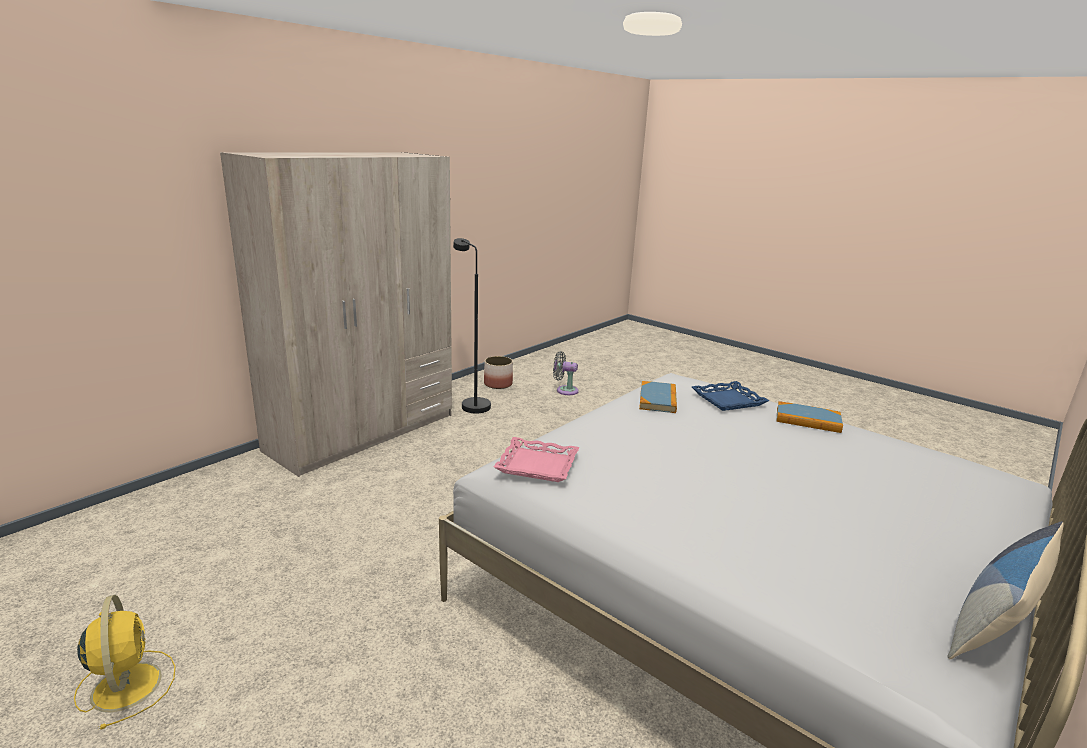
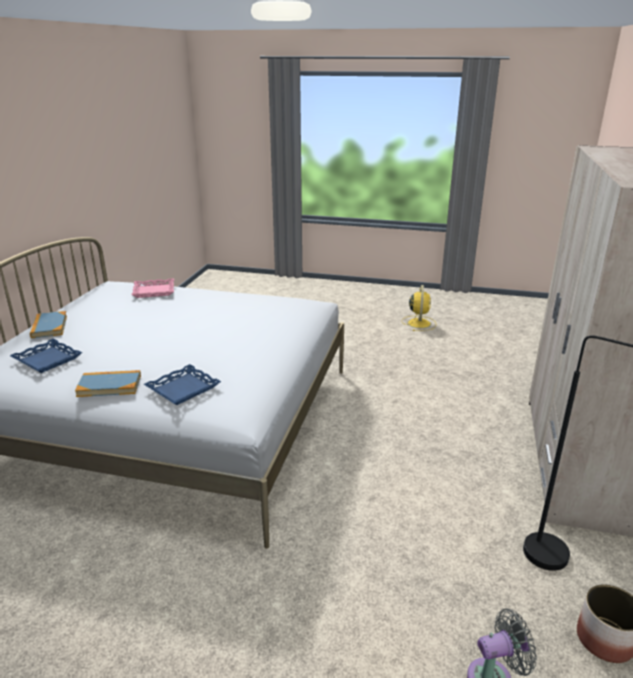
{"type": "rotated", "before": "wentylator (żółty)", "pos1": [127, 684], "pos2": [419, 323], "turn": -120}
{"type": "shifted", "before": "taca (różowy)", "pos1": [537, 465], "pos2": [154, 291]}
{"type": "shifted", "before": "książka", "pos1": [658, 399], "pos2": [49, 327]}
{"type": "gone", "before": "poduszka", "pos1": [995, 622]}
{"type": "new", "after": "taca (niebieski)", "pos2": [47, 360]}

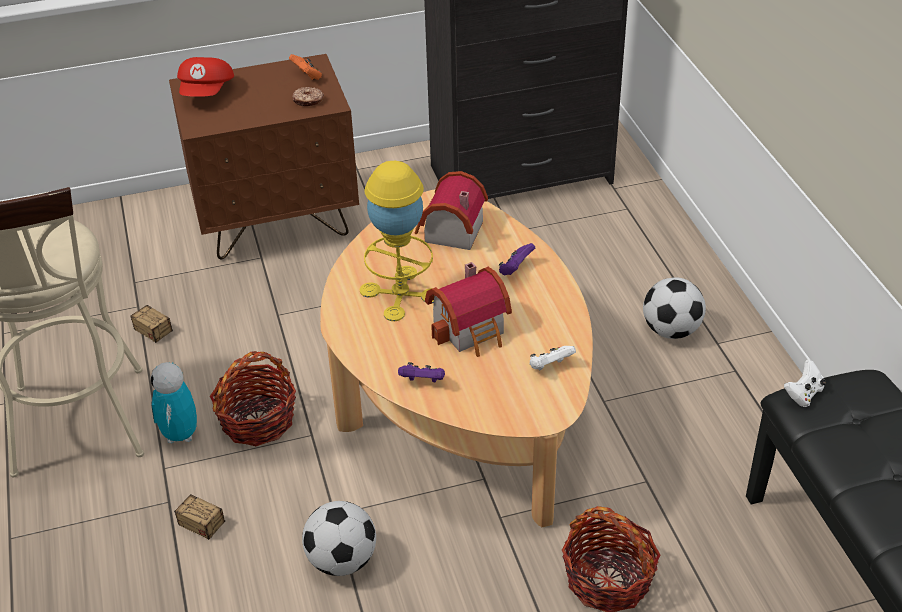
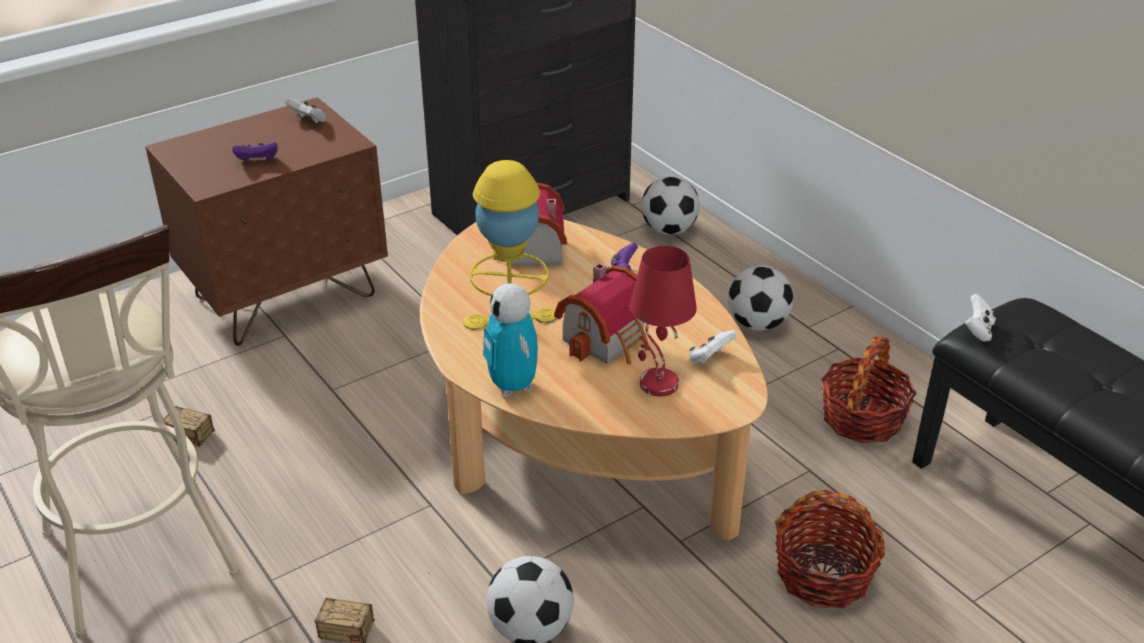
{"type": "shifted", "before": "robot zabawkowy", "pos1": [180, 435], "pos2": [513, 386]}
{"type": "gone", "before": "czapka z daszkiem (czerwony)", "pos1": [207, 92]}
{"type": "shifted", "before": "koszyk", "pos1": [257, 420], "pos2": [862, 418]}
{"type": "repainted", "before": "pad do gier (pomarańczowy)", "after": "pad do gier (biały)", "pos1": [307, 76], "pos2": [308, 121]}
{"type": "gone", "before": "donut", "pos1": [308, 101]}
{"type": "shifted", "before": "pad do gier (fioletowy)", "pos1": [423, 382], "pos2": [257, 161]}
{"type": "new", "after": "lampa stołowa (czerwony)", "pos2": [657, 384]}
{"type": "new", "after": "piłka futbolowa", "pos2": [669, 230]}

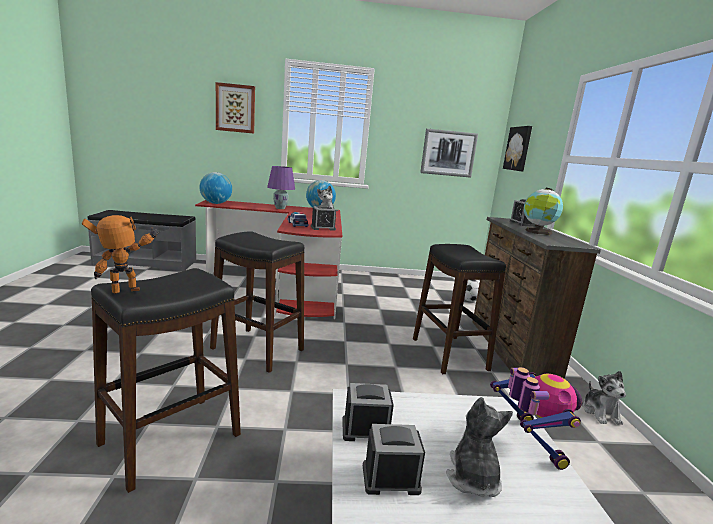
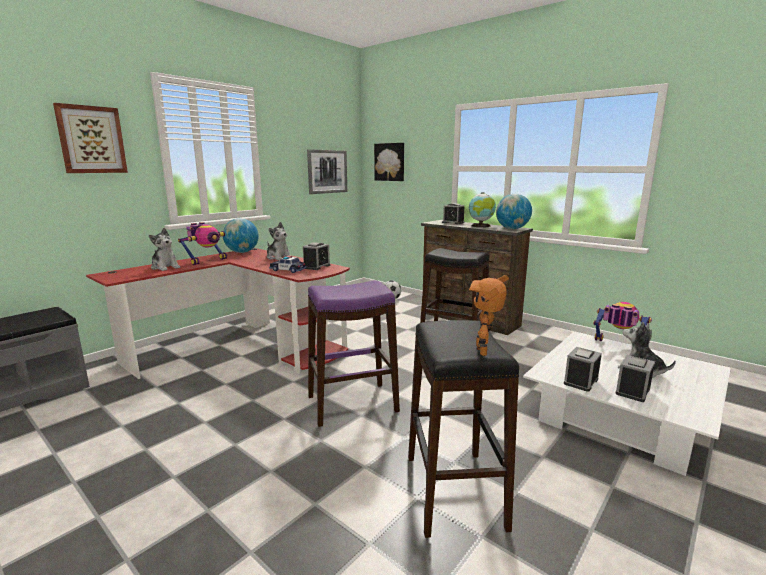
{"type": "shifted", "before": "globus", "pos1": [216, 203], "pos2": [512, 229]}
{"type": "repainted", "before": "stołek (czarny)", "after": "stołek (fioletowy)", "pos1": [257, 349], "pos2": [352, 404]}
{"type": "swapped", "before": "lampa stołowa (fioletowy)", "after": "robot zabawkowy", "pos1": [280, 208], "pos2": [207, 261]}
{"type": "shifted", "before": "pluszak", "pos1": [600, 413], "pos2": [165, 267]}

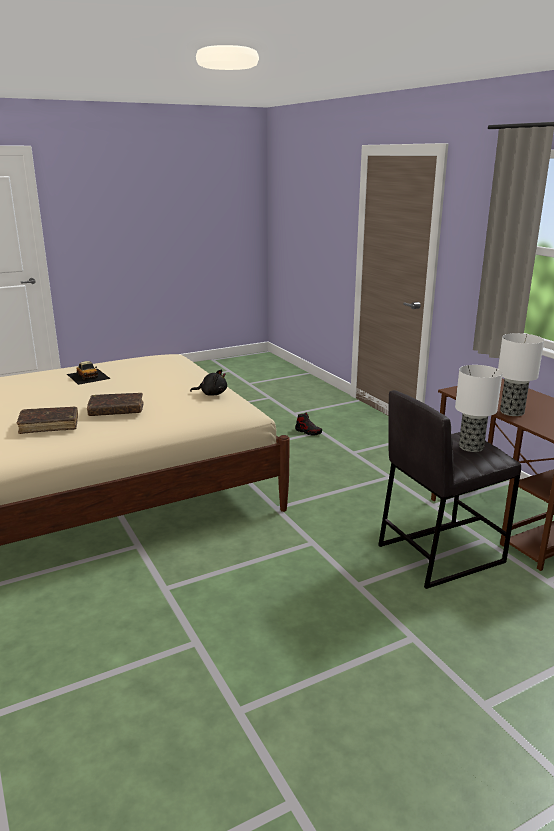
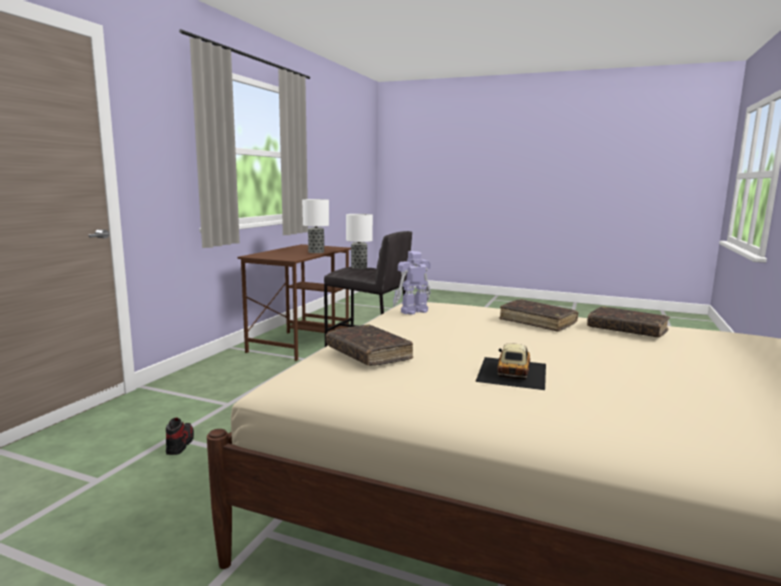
{"type": "swapped", "before": "pluszak (czarny)", "after": "robot zabawkowy", "pos1": [212, 394], "pos2": [413, 311]}
{"type": "new", "after": "książka (brązowy)", "pos2": [368, 354]}

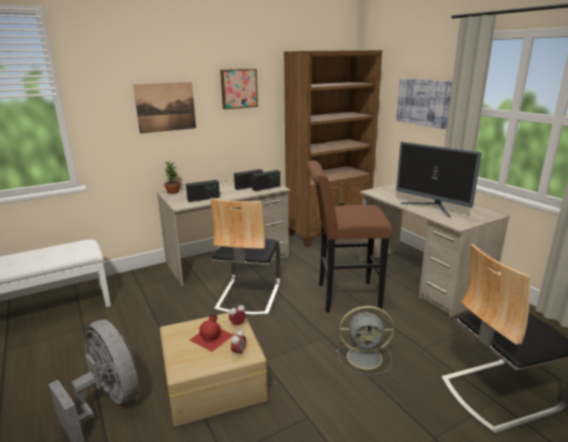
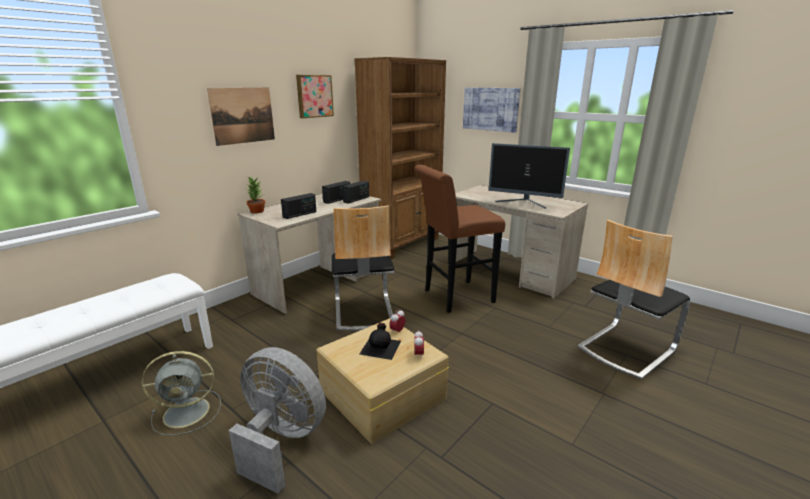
{"type": "repainted", "before": "butelka (czerwony)", "after": "butelka (czarny)", "pos1": [212, 337], "pos2": [381, 347]}
{"type": "shifted", "before": "wentylator (szary)", "pos1": [366, 357], "pos2": [189, 412]}

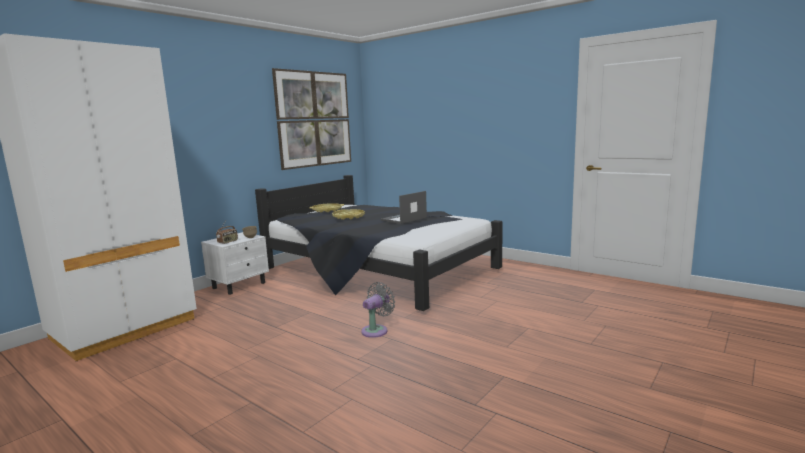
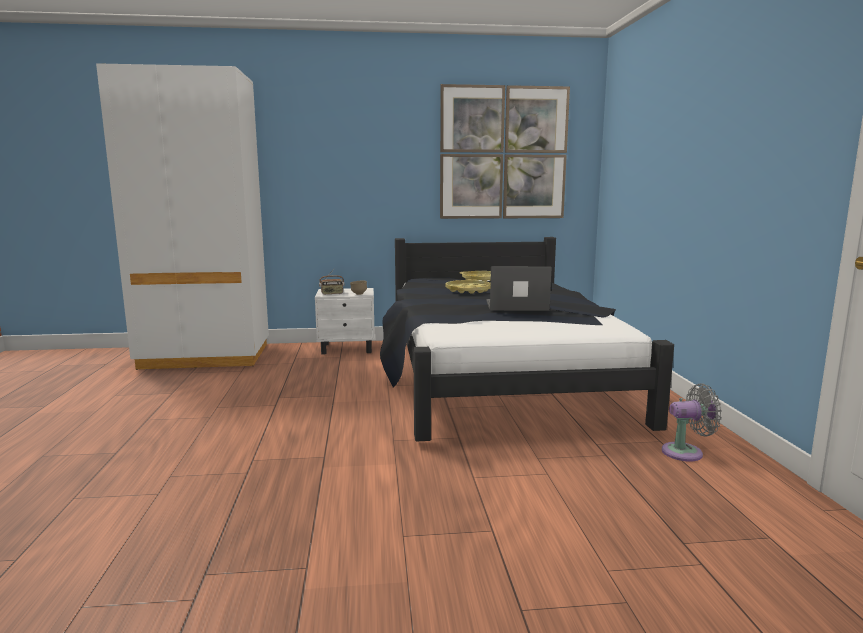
{"type": "shifted", "before": "wentylator (szary)", "pos1": [376, 330], "pos2": [686, 452]}

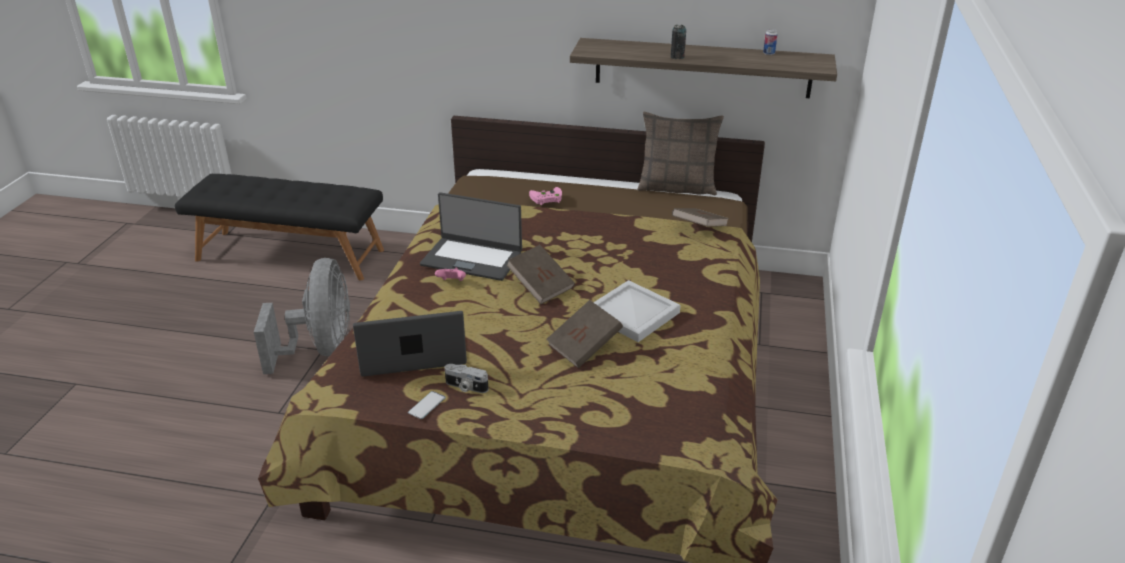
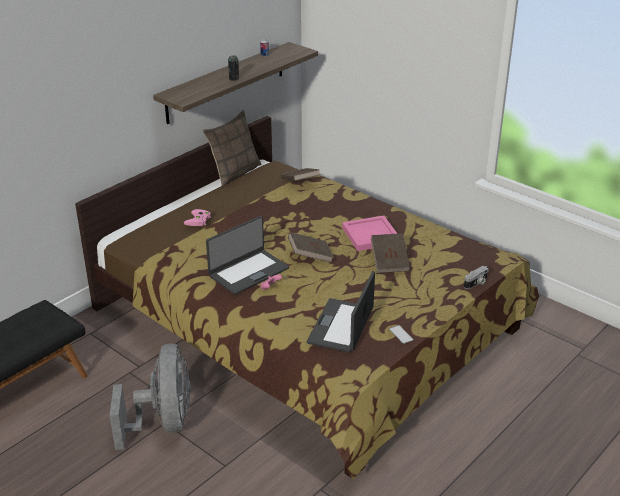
{"type": "rotated", "before": "wentylator (szary)", "pos1": [321, 349], "pos2": [163, 423], "turn": 60}
{"type": "shifted", "before": "aparat fotograficzny", "pos1": [465, 387], "pos2": [476, 283]}
{"type": "repainted", "before": "taca (biały)", "after": "taca (różowy)", "pos1": [632, 313], "pos2": [370, 235]}

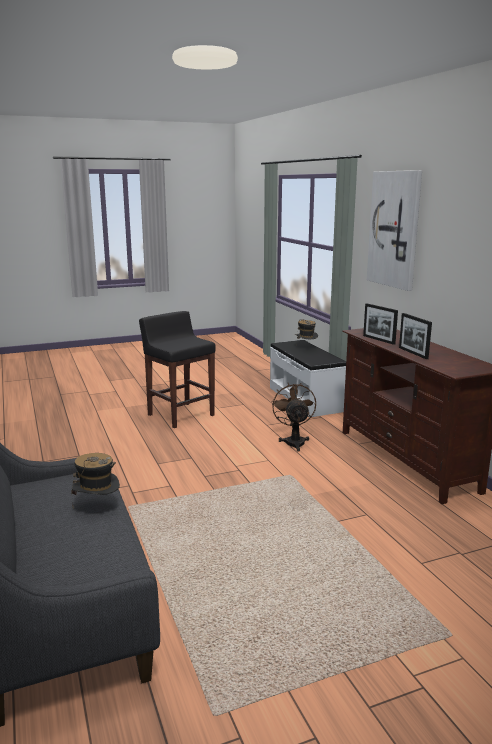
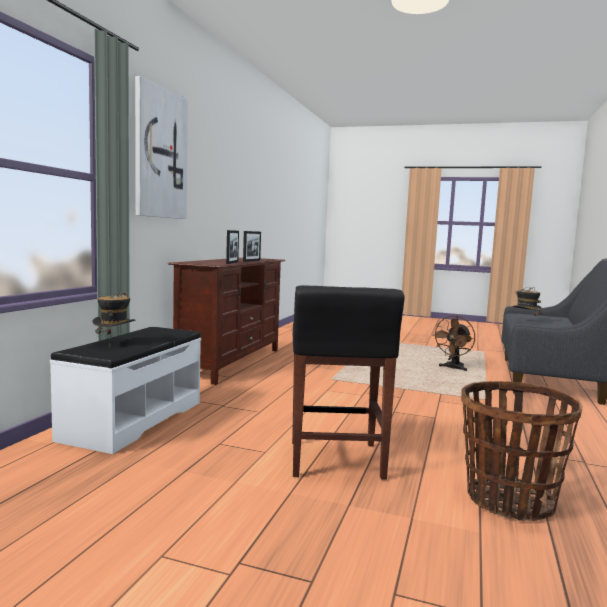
{"type": "shifted", "before": "wentylator (brązowy)", "pos1": [294, 441], "pos2": [453, 368]}
{"type": "new", "after": "koszyk", "pos2": [509, 500]}

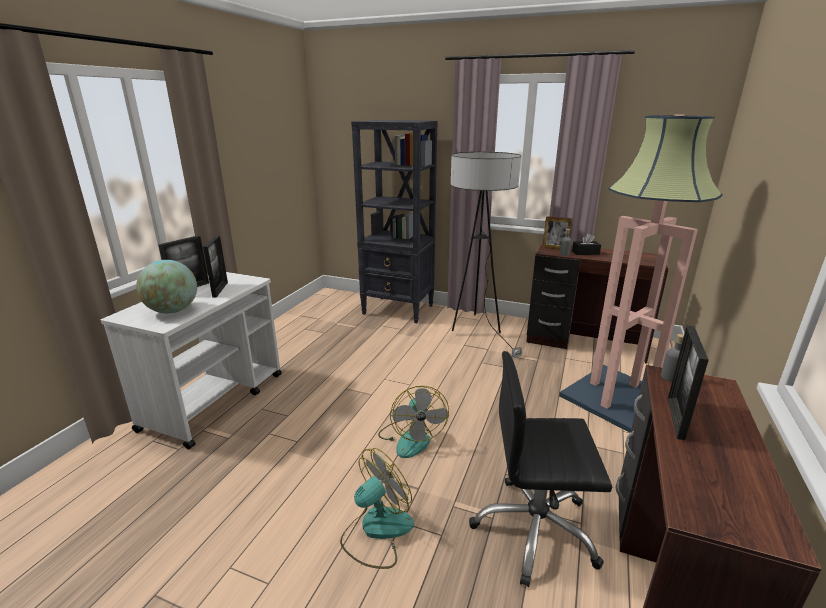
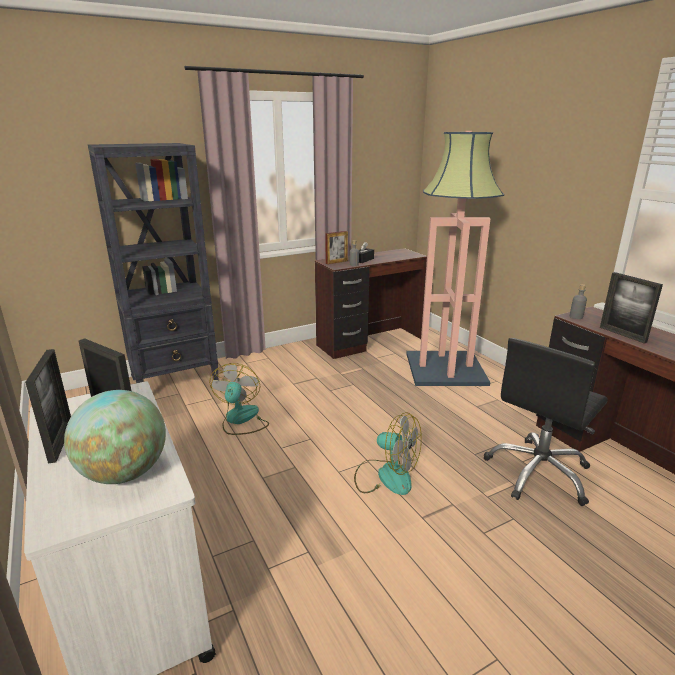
{"type": "shifted", "before": "wentylator", "pos1": [376, 531], "pos2": [241, 420]}
{"type": "gone", "before": "lampa stojąca", "pos1": [477, 331]}

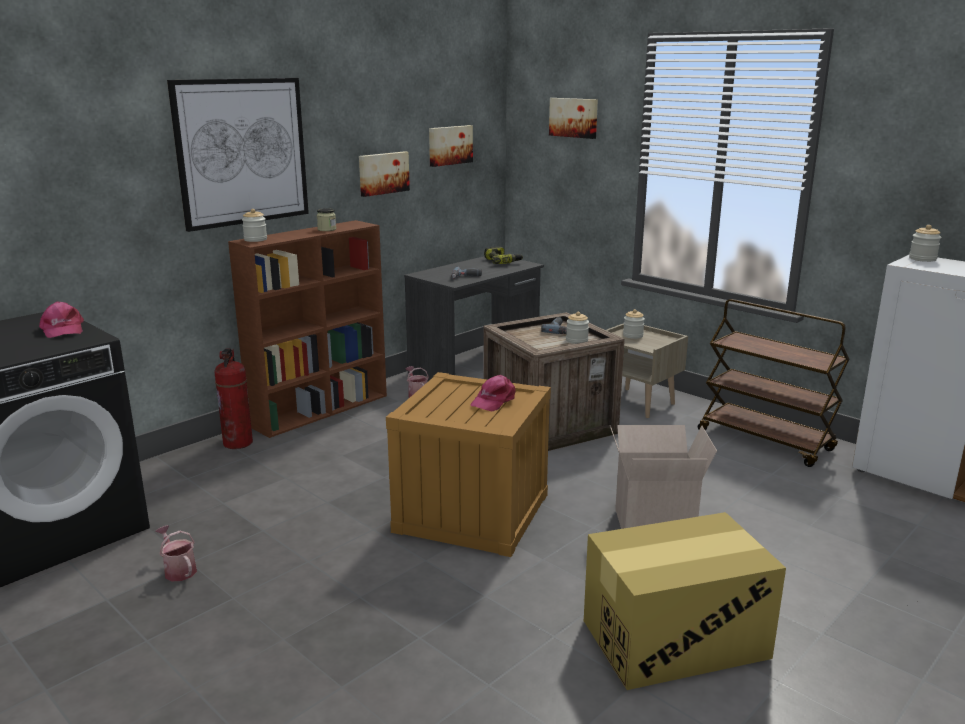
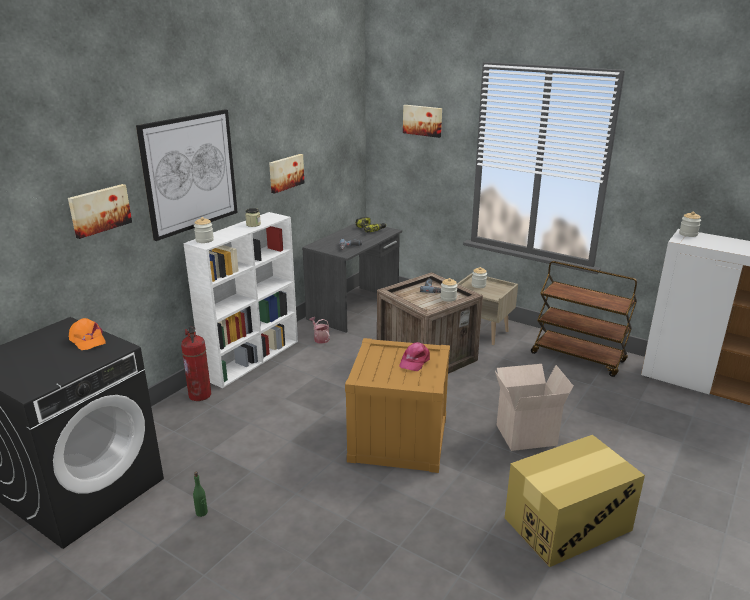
{"type": "repainted", "before": "czapka z daszkiem (różowy)", "after": "czapka z daszkiem (pomarańczowy)", "pos1": [62, 329], "pos2": [87, 340]}
{"type": "swapped", "before": "konewka", "after": "butelka (zielony)", "pos1": [178, 569], "pos2": [202, 512]}
{"type": "repainted", "before": "regał (brązowy)", "after": "regał (biały)", "pos1": [321, 410], "pos2": [252, 358]}
{"type": "shifted", "before": "obraz", "pos1": [449, 145], "pos2": [99, 210]}

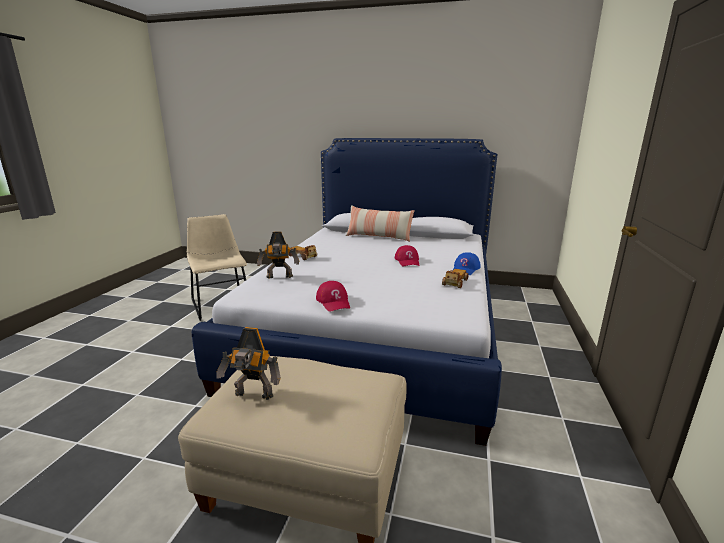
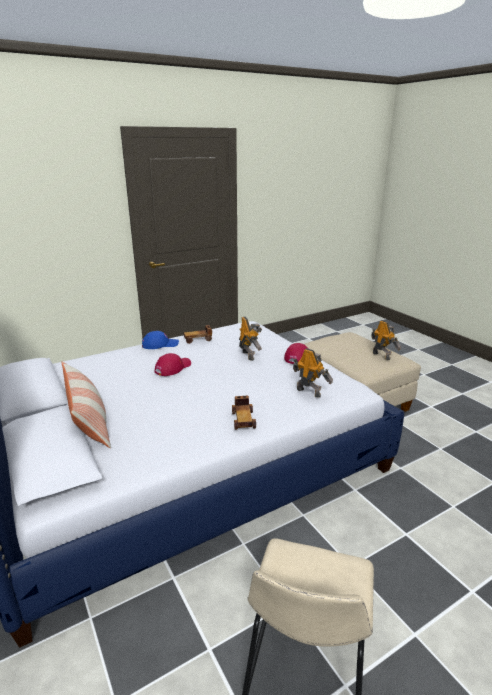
{"type": "new", "after": "robot zabawkowy", "pos2": [249, 355]}

